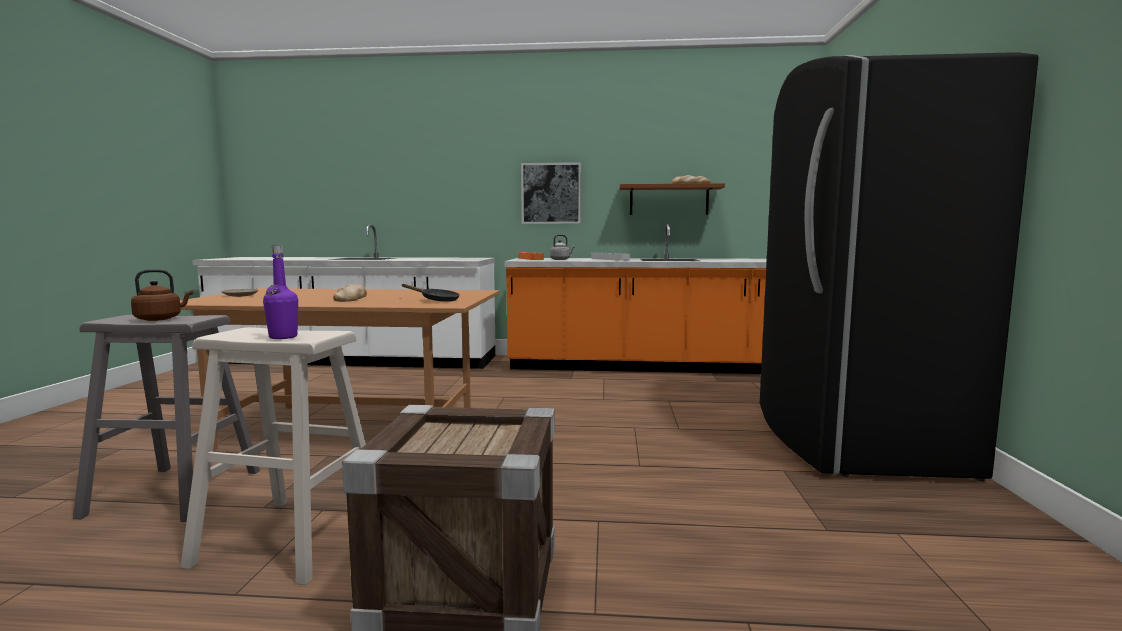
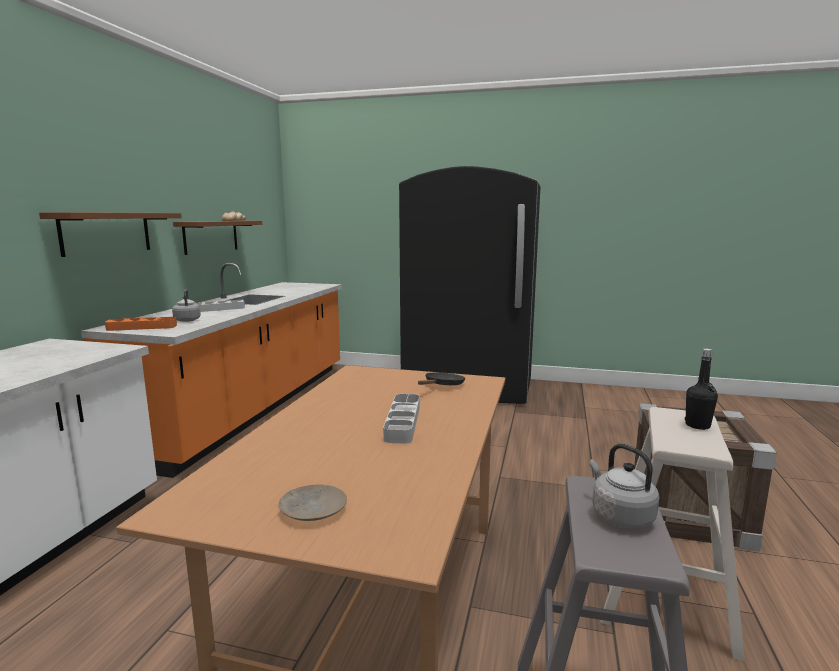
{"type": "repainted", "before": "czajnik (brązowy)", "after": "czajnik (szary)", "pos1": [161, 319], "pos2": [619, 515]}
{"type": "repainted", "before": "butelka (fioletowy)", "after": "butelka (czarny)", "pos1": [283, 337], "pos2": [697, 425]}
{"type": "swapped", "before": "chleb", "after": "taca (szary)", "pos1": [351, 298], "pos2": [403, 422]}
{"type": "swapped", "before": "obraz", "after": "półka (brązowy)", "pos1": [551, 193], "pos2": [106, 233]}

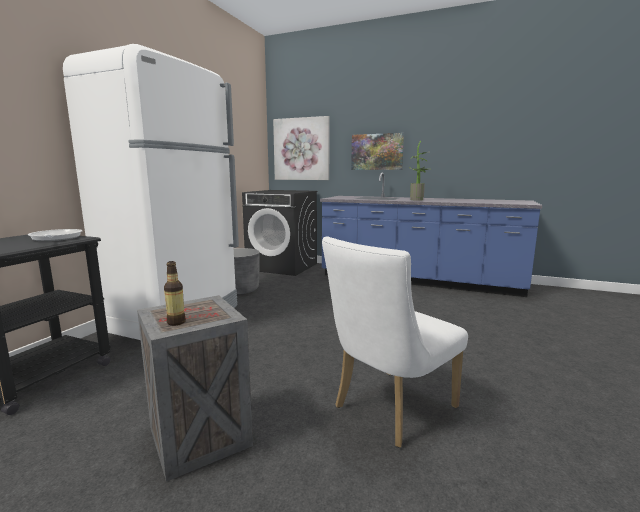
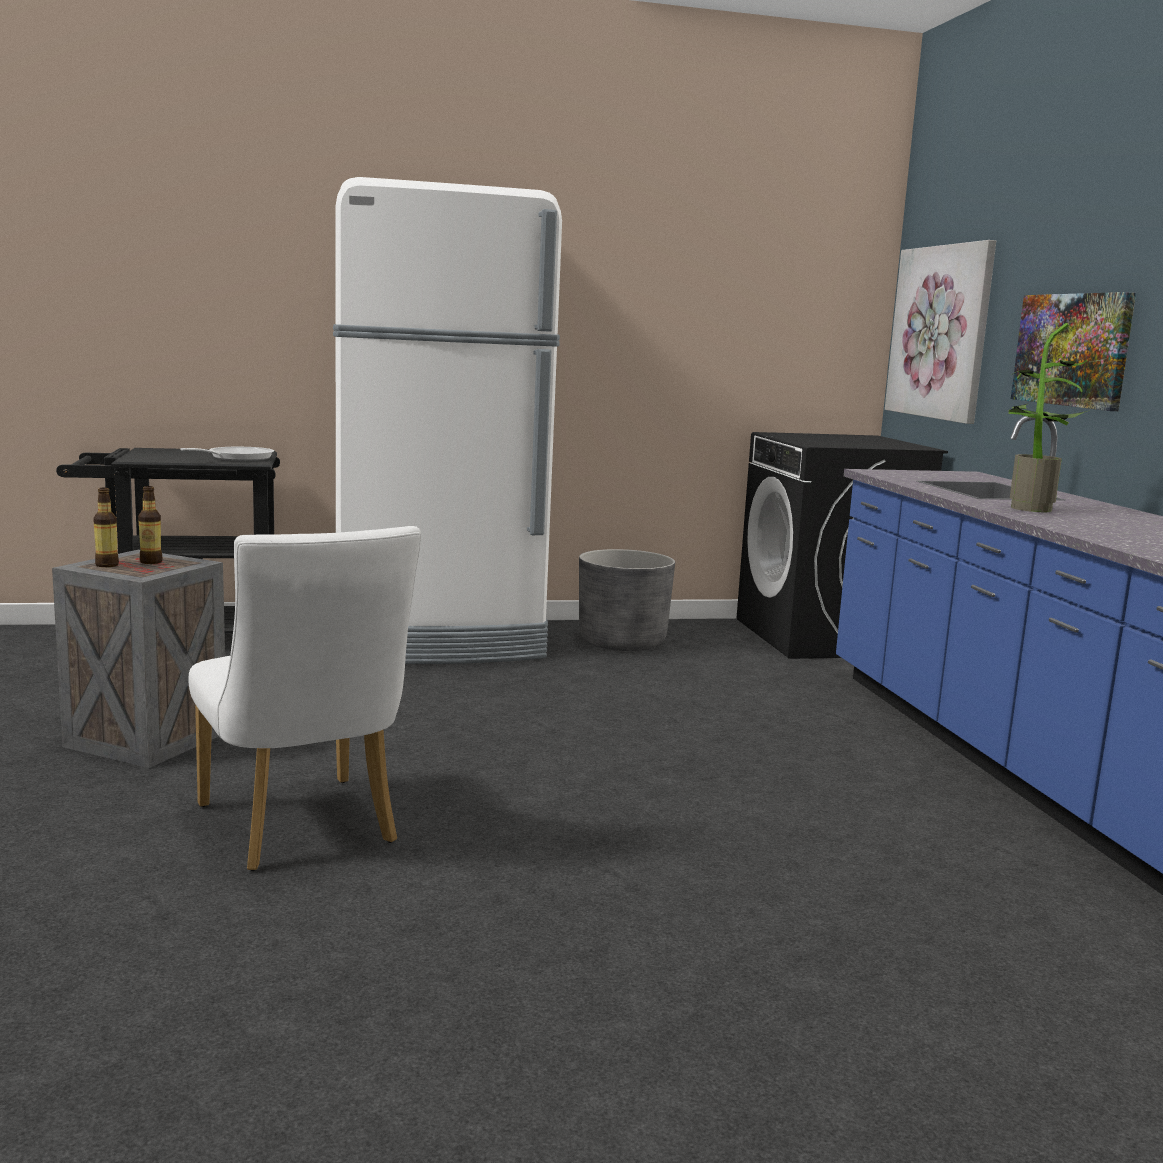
{"type": "rotated", "before": "krzesło (biały)", "pos1": [388, 410], "pos2": [303, 830], "turn": -135}
{"type": "new", "after": "butelka", "pos2": [151, 562]}

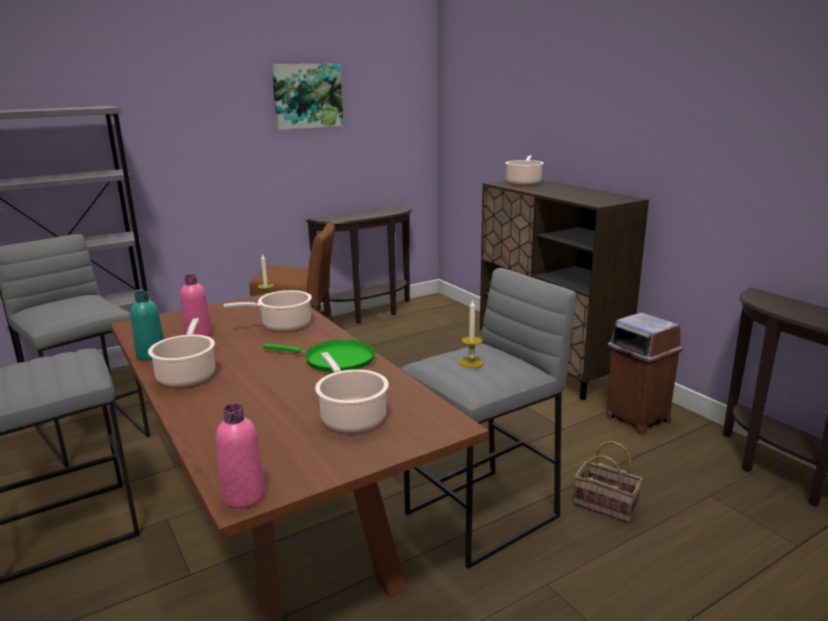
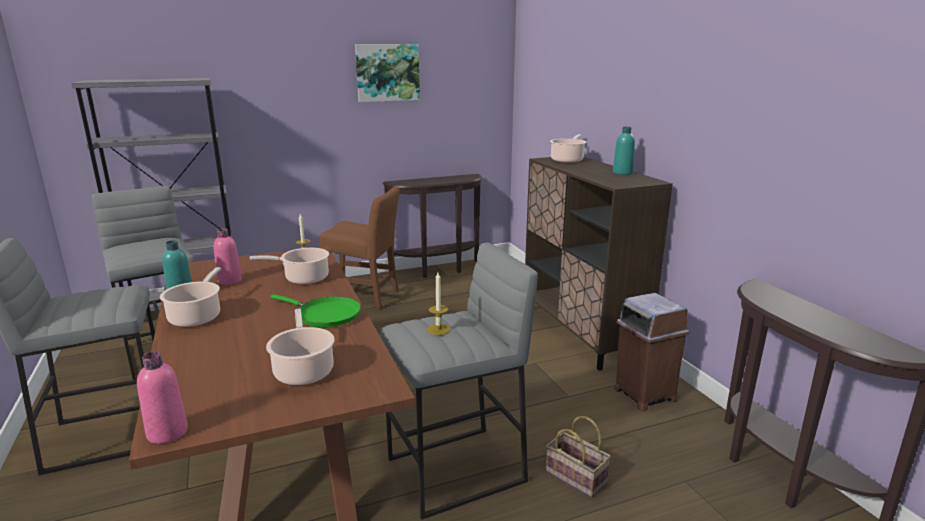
{"type": "new", "after": "butelka (turkusowy)", "pos2": [622, 173]}

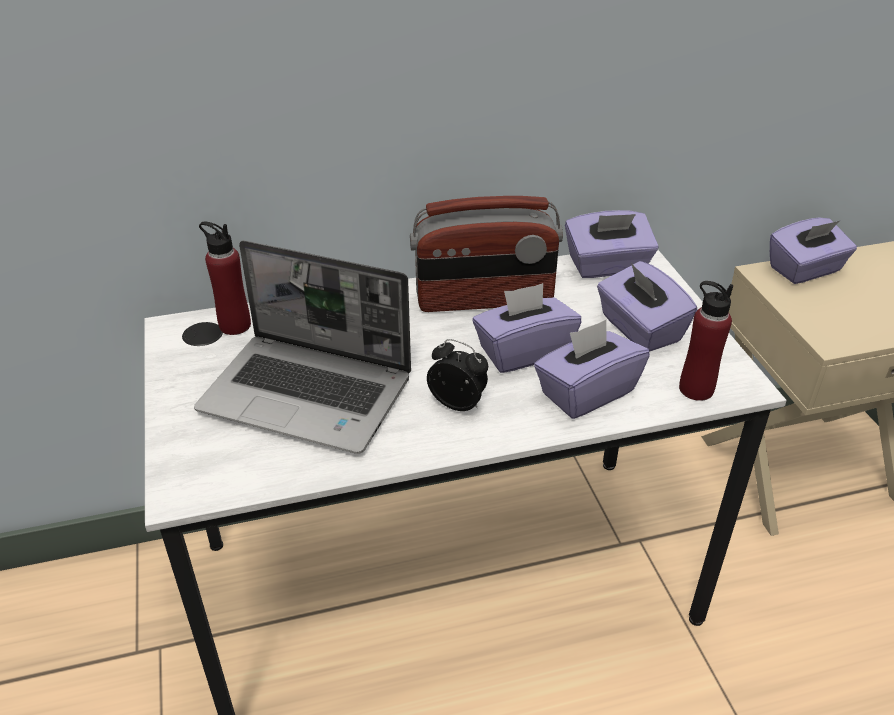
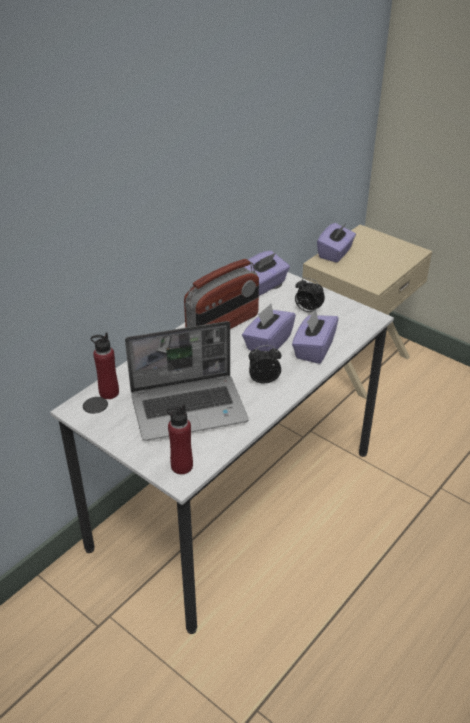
{"type": "swapped", "before": "pudełko chusteczek (fioletowy)", "after": "budzik", "pos1": [639, 329], "pos2": [307, 310]}
{"type": "shifted", "before": "butelka (czerwony)", "pos1": [696, 389], "pos2": [181, 466]}

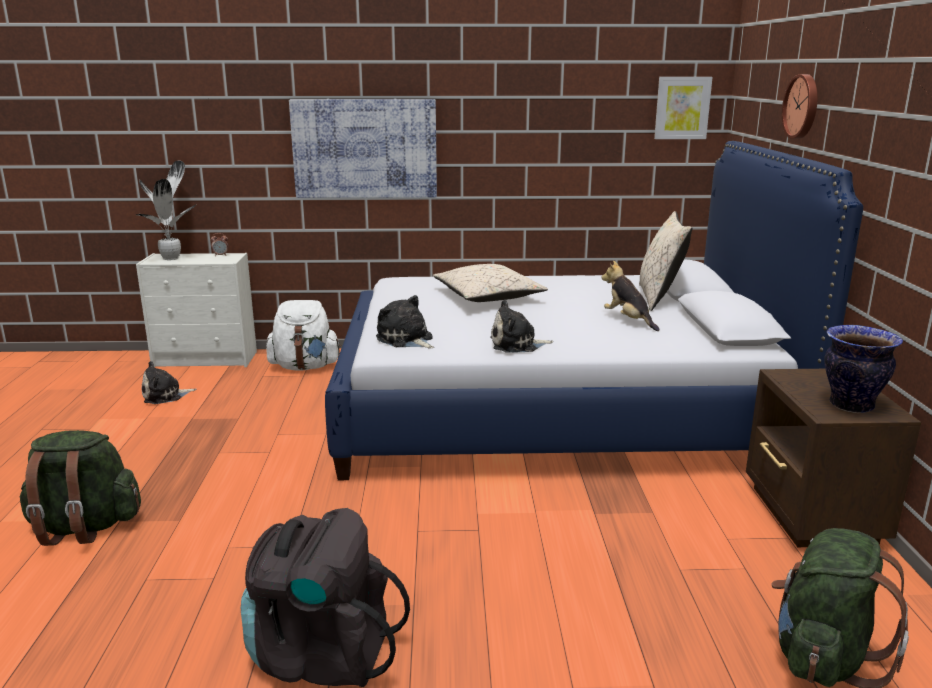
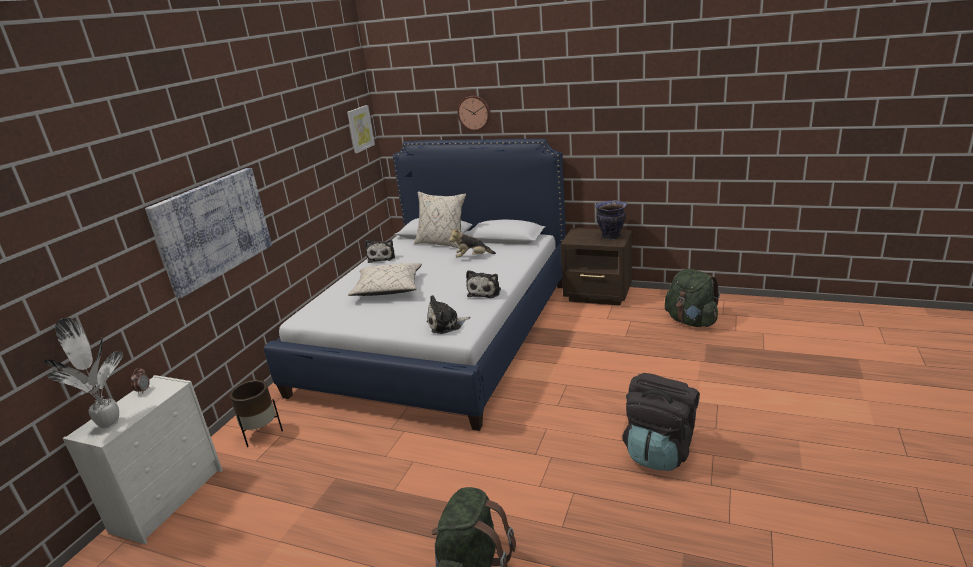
{"type": "shifted", "before": "pluszak", "pos1": [165, 396], "pos2": [382, 257]}
{"type": "swapped", "before": "plecak (biały)", "after": "donica (brązowy)", "pos1": [305, 367], "pos2": [262, 433]}

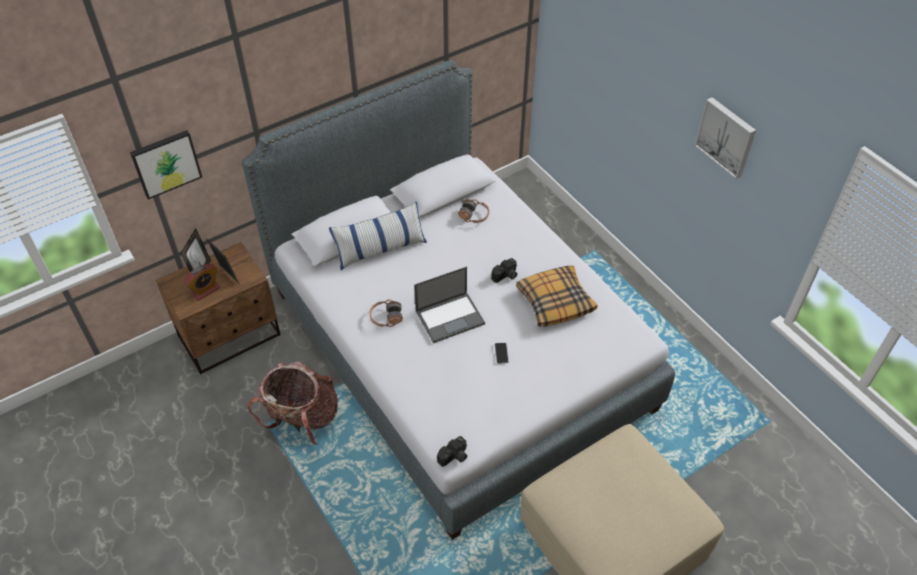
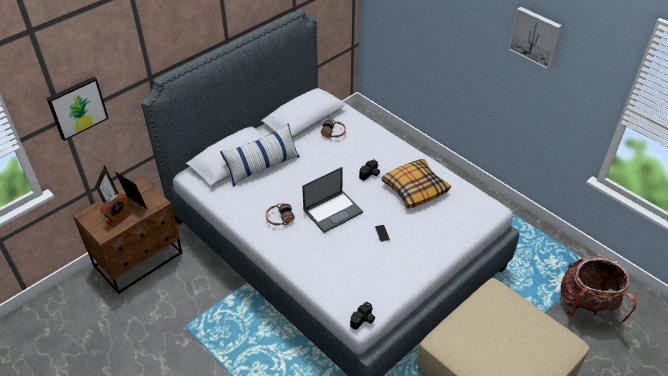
{"type": "shifted", "before": "plecak", "pos1": [302, 419], "pos2": [587, 305]}

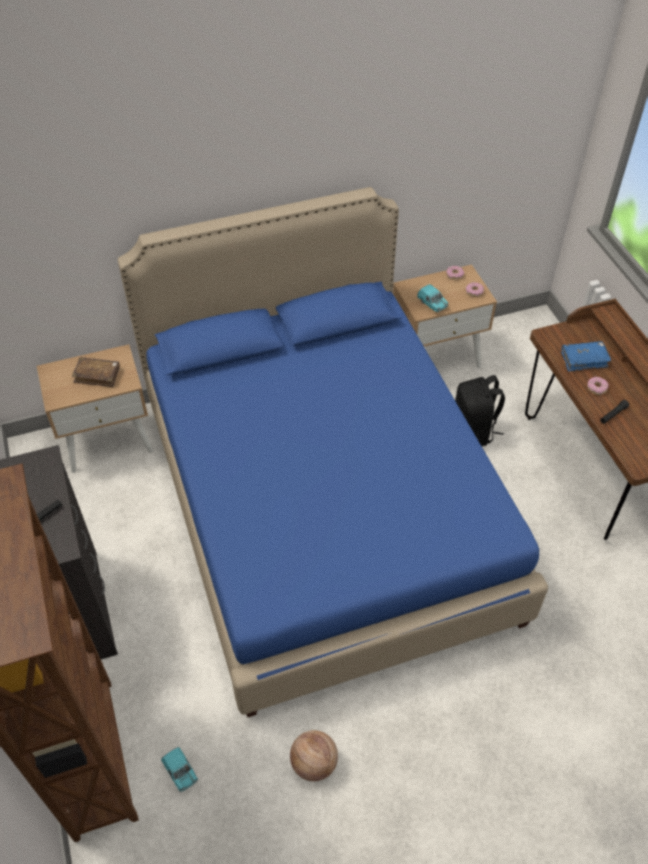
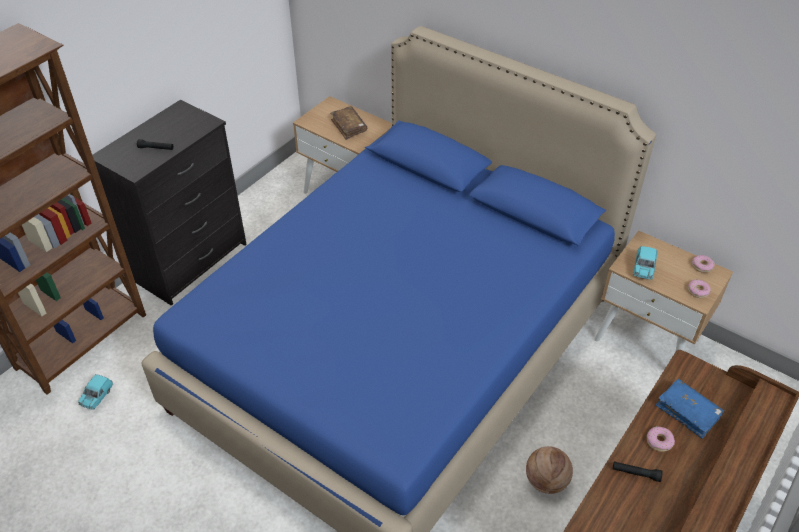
{"type": "shifted", "before": "piłka do koszykówki", "pos1": [314, 763], "pos2": [546, 481]}
{"type": "gone", "before": "plecak (czarny)", "pos1": [474, 431]}

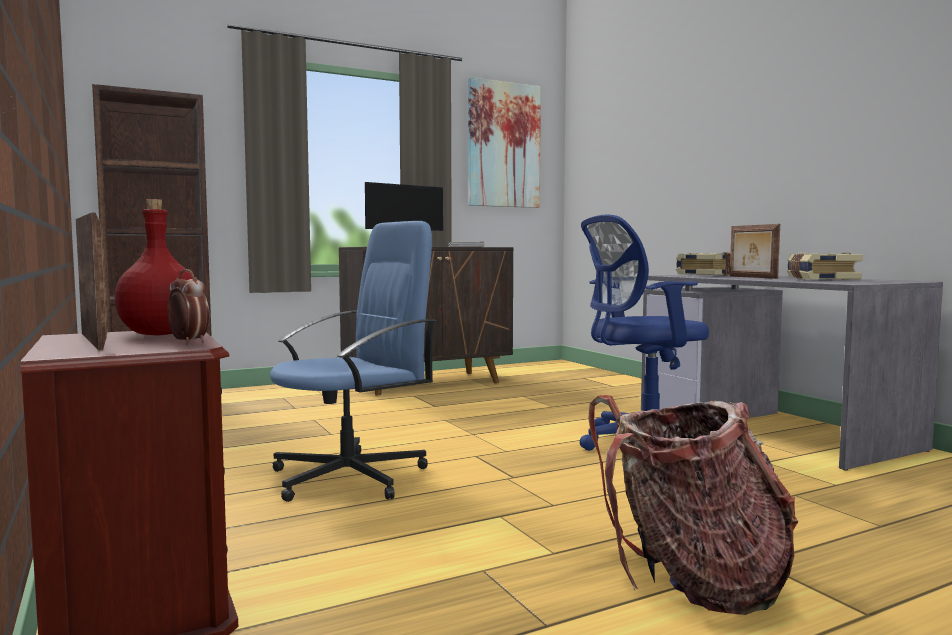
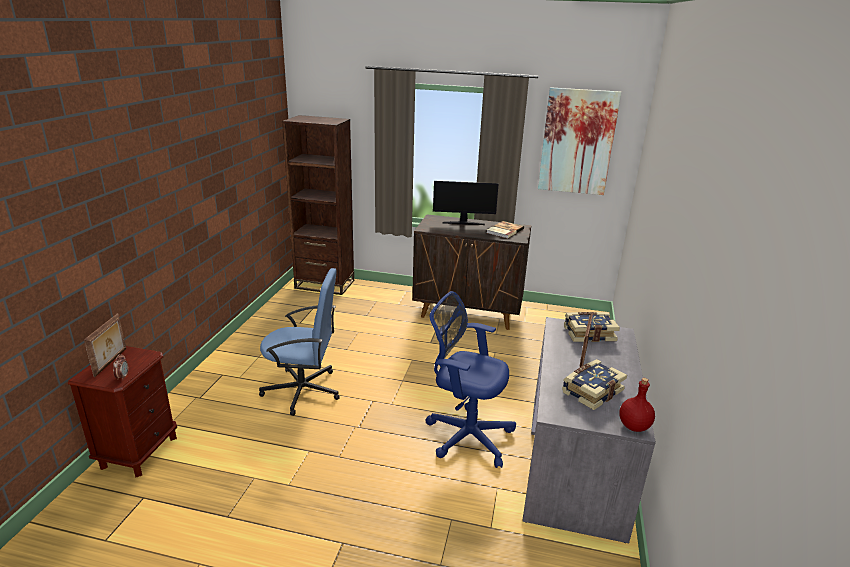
{"type": "shifted", "before": "butelka (czerwony)", "pos1": [159, 334], "pos2": [633, 426]}
{"type": "gone", "before": "plecak", "pos1": [691, 583]}

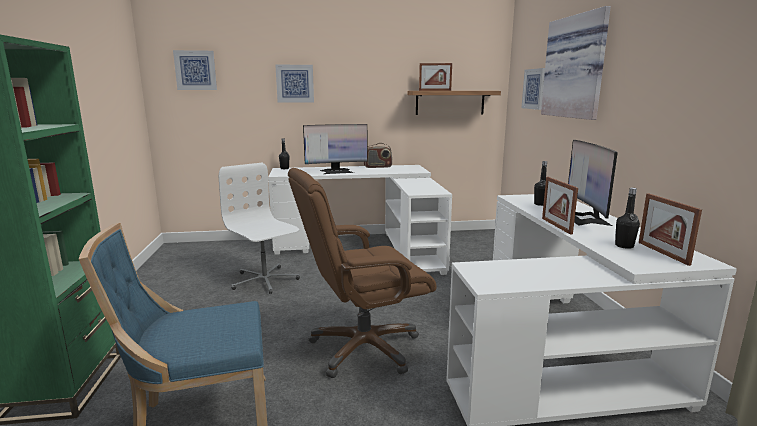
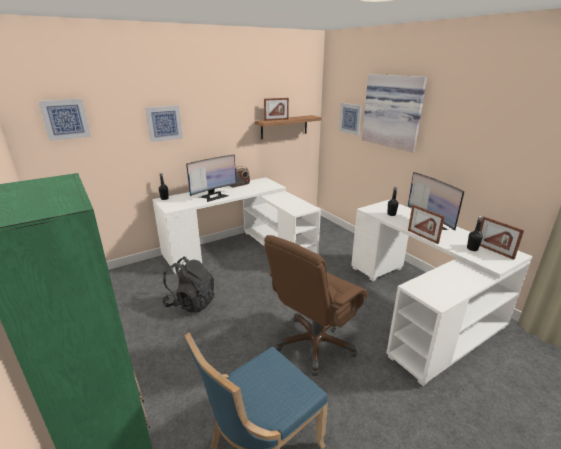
{"type": "swapped", "before": "krzesło biurowe (biały)", "after": "plecak (czarny)", "pos1": [264, 280], "pos2": [191, 303]}

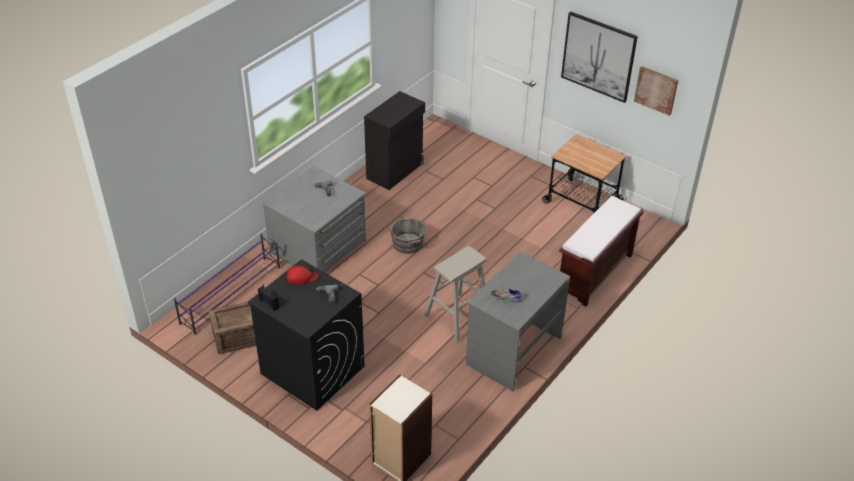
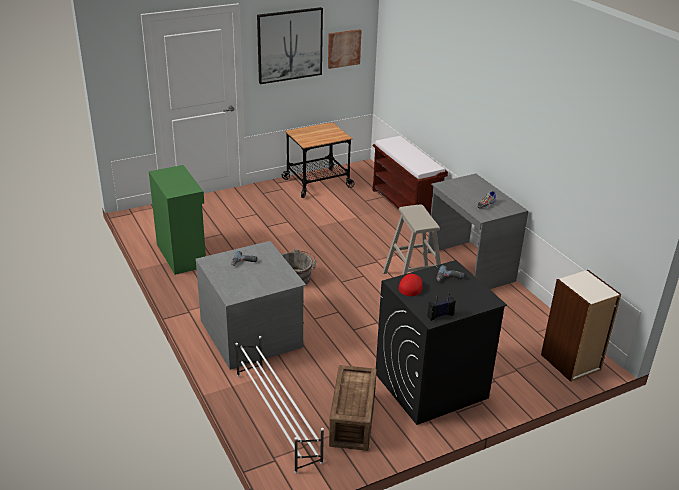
{"type": "repainted", "before": "regał na buty (fioletowy)", "after": "regał na buty (biały)", "pos1": [231, 294], "pos2": [277, 416]}
{"type": "repainted", "before": "szafka (czarny)", "after": "szafka (zielony)", "pos1": [395, 171], "pos2": [182, 255]}

